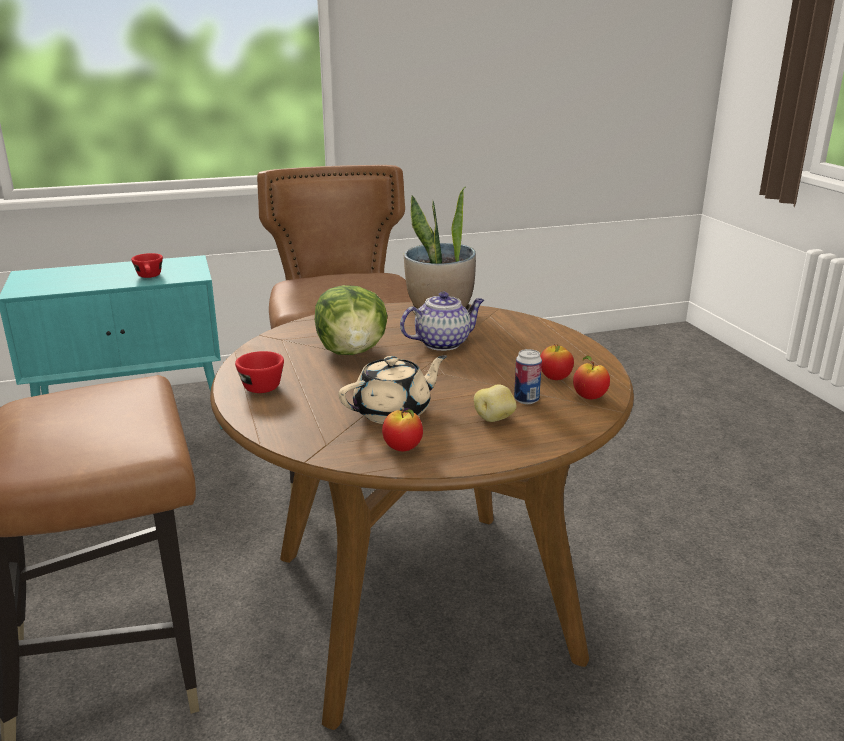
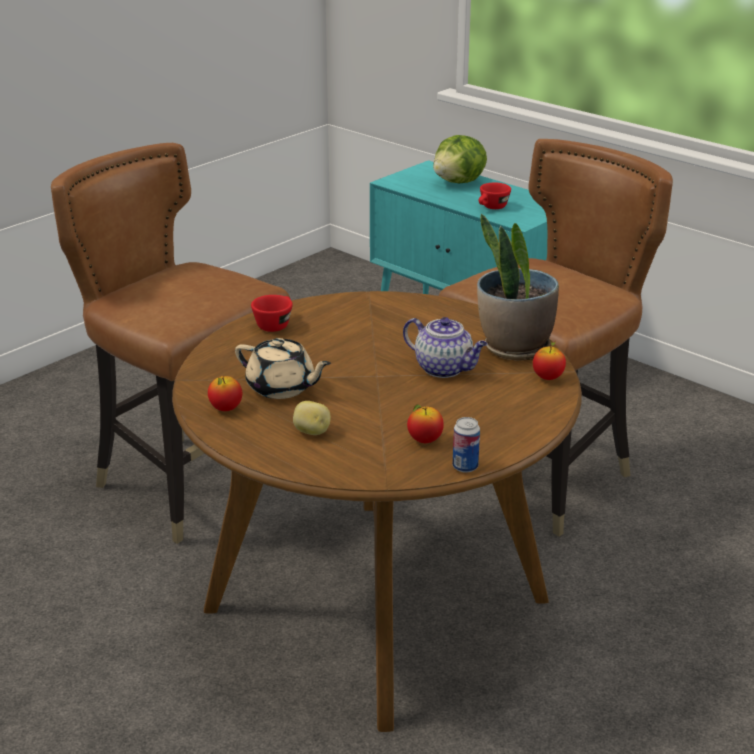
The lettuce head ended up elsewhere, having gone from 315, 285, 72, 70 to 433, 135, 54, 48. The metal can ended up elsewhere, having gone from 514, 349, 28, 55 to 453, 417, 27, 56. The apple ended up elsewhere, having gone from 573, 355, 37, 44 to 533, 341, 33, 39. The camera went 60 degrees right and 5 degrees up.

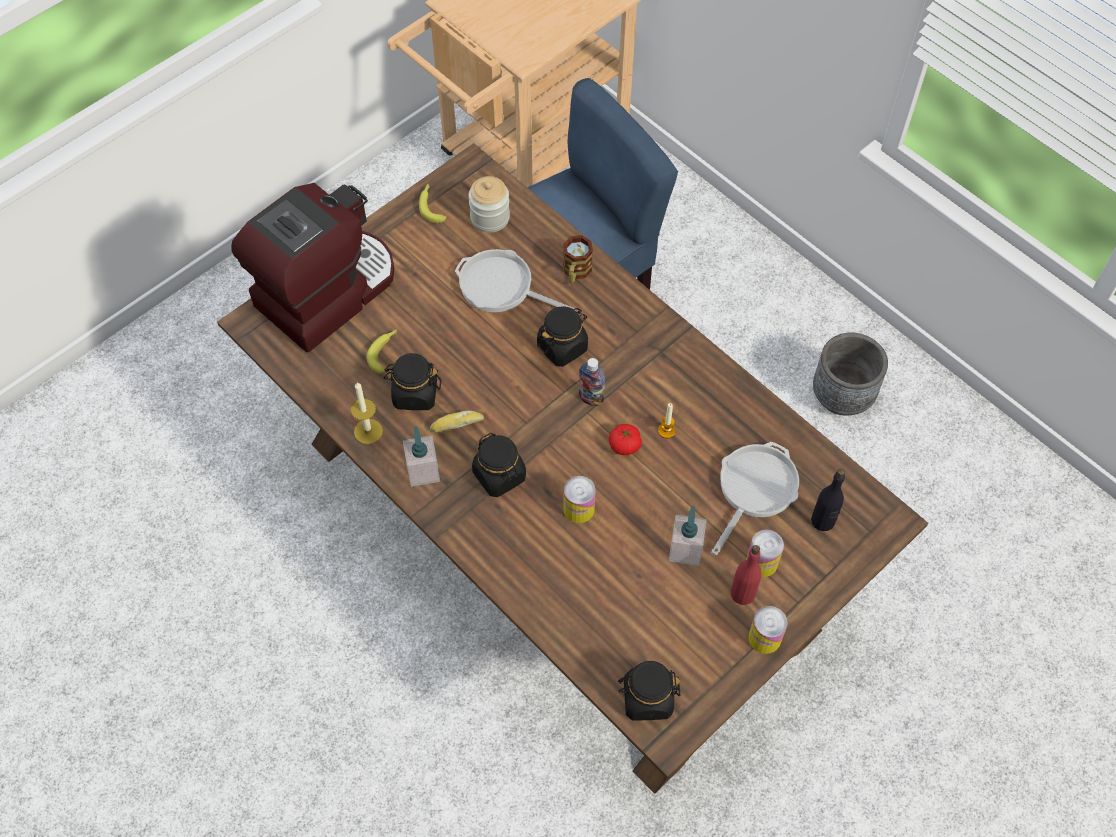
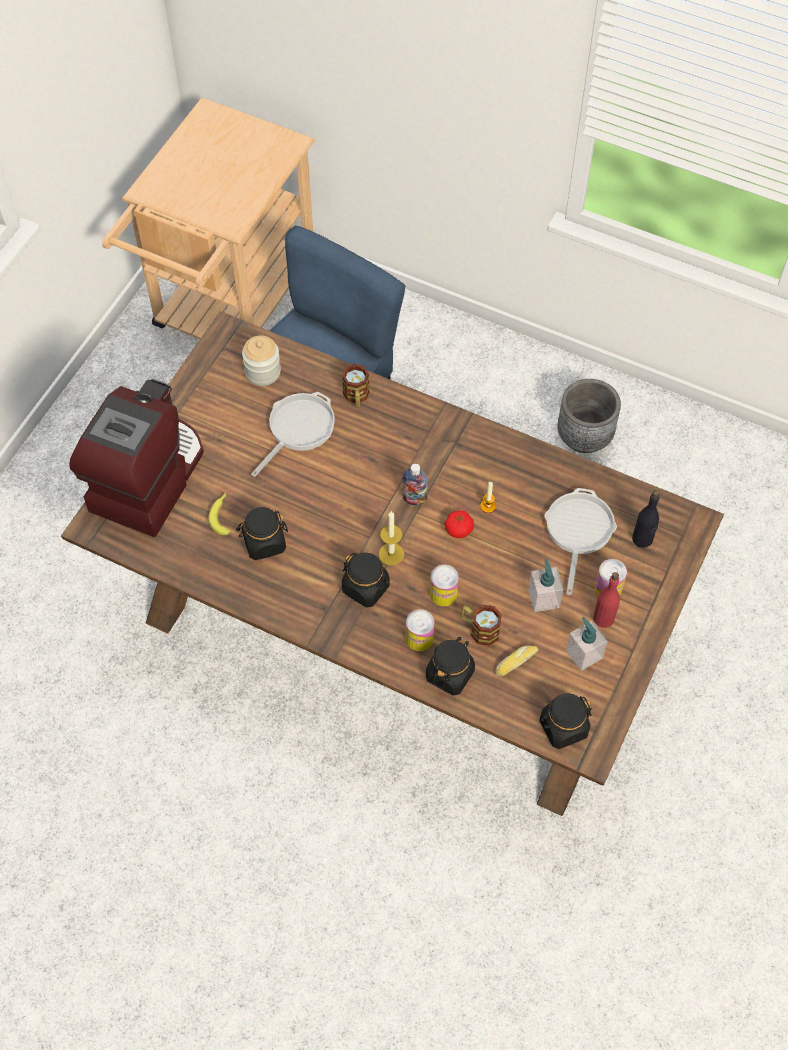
The frying pan at 455, 249, 121, 63 ended up facing another way, 120 degrees clockwise from before. The wax candle ended up elsewhere, having gone from 351, 382, 32, 62 to 379, 511, 25, 55. The metal can ended up elsewhere, having gone from 748, 606, 40, 48 to 406, 609, 28, 42. The black-coloured preserve jar ended up elsewhere, having gone from 537, 306, 51, 61 to 426, 637, 49, 59. The second view gained the mug at 461, 605, 41, 41. The bakery bread ended up elsewhere, having gone from 430, 411, 54, 22 to 495, 645, 43, 32. The soap dispenser ended up elsewhere, having gone from 403, 426, 37, 61 to 566, 617, 42, 54. The second view lost the banana fruit at 419, 184, 27, 39. The camera went 20 degrees left and 0 degrees up.

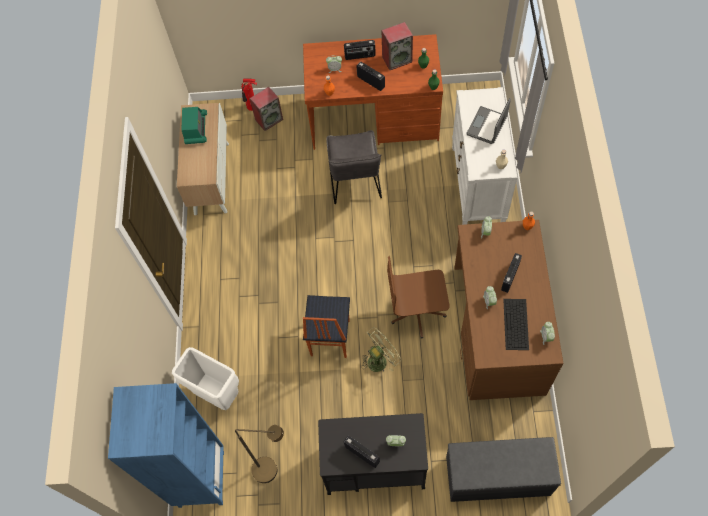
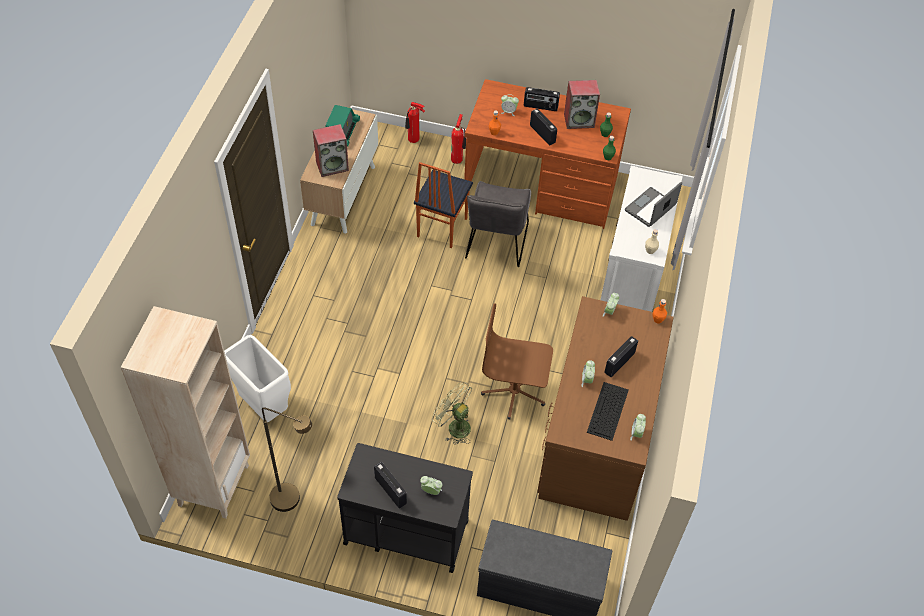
What was the blue-coloured bookcase at 108, 383, 116, 125 turned into the beige-coloured bookcase at 121, 306, 129, 213. The audio speaker ended up elsewhere, having gone from 250, 87, 33, 44 to 313, 124, 36, 53. The chair ended up elsewhere, having gone from 303, 295, 47, 63 to 414, 162, 59, 86. The green-coloured cooling fan at 361, 327, 40, 45 ended up facing another way, 120 degrees counterclockwise from before. The second view gained the extinguisher at 451, 114, 15, 50. The camera went 10 degrees right and 10 degrees down.

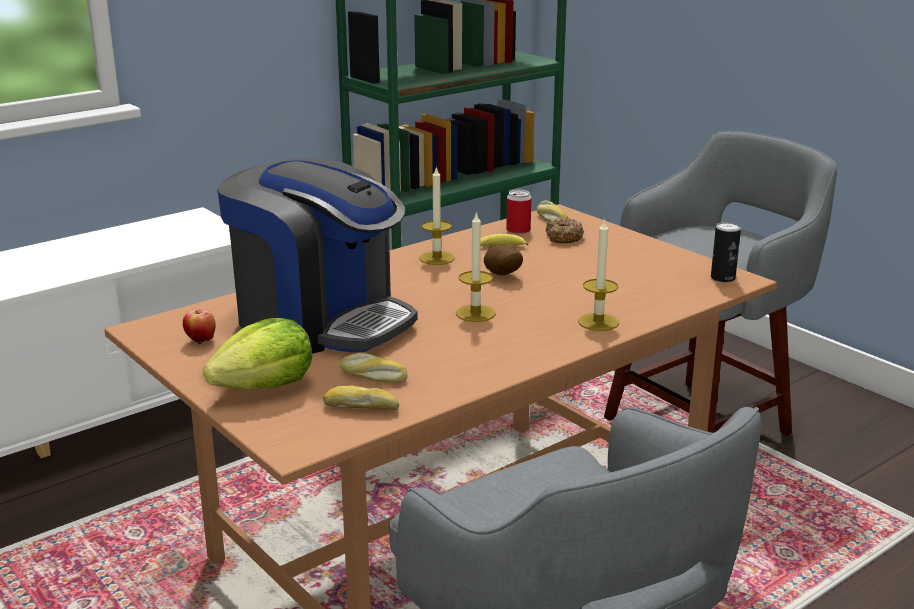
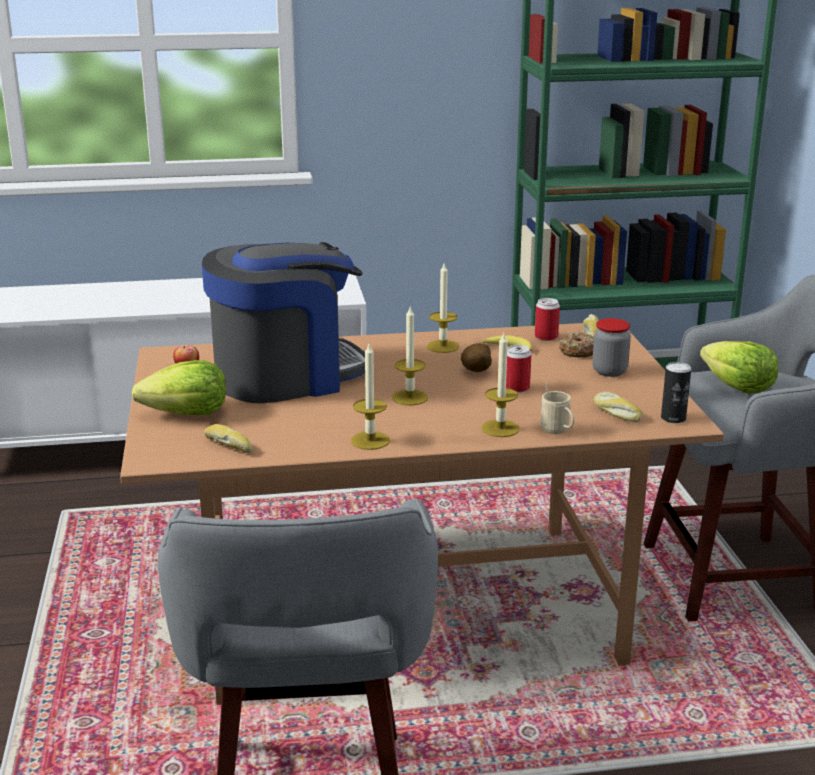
The coffee brewer at 217, 158, 201, 196 ended up facing another way, 90 degrees counterclockwise from before. The second view gained the wax candle at 351, 344, 39, 106. The second view gained the metal can at 506, 345, 25, 48. The second view gained the beige-coloured mug at 541, 382, 33, 52. The second view gained the preserve jar at 592, 318, 39, 59. The bakery bread ended up elsewhere, having gone from 340, 353, 67, 30 to 594, 392, 48, 30. The second view gained the lettuce head at 700, 341, 78, 53. The camera went 30 degrees right and 0 degrees up.

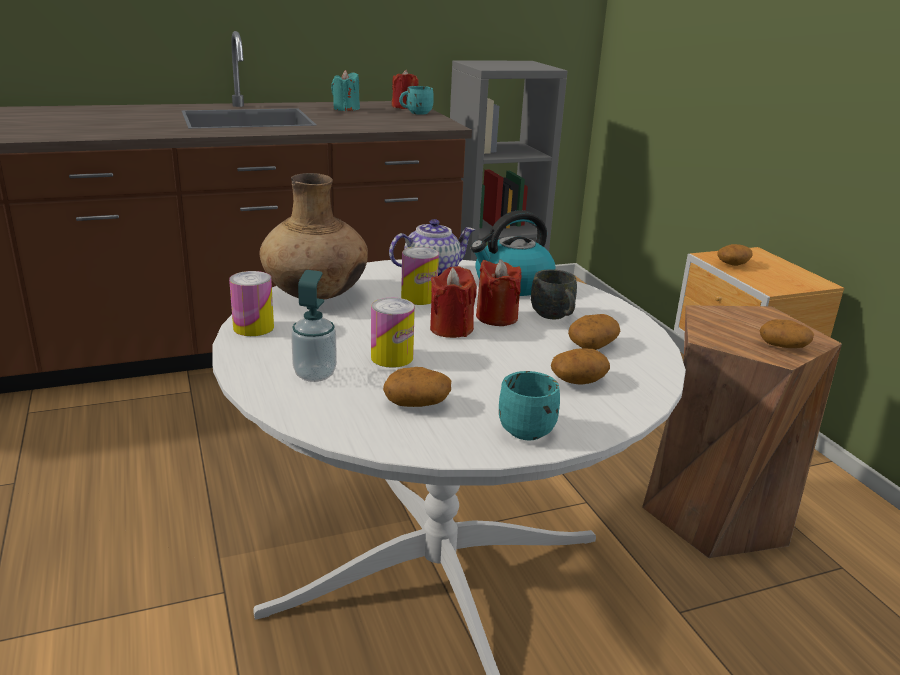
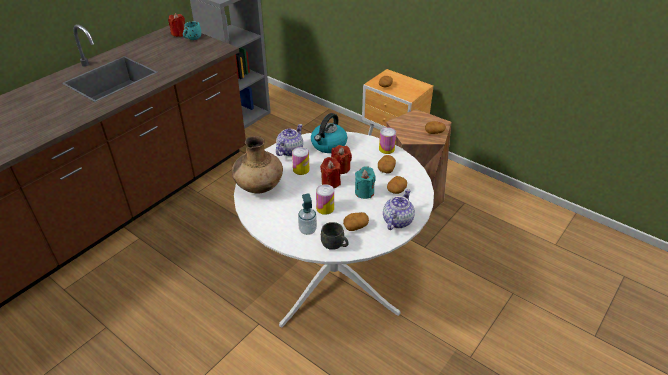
The greyish mug ended up elsewhere, having gone from 531, 269, 46, 50 to 321, 222, 28, 28. The turquoise wax candle ended up elsewhere, having gone from 331, 70, 29, 41 to 355, 166, 21, 33. The metal can ended up elsewhere, having gone from 229, 271, 45, 65 to 379, 127, 17, 27. Where the turquoise mug stood at 499, 371, 61, 69, the tea pot came to stand at 383, 189, 32, 41. The camera went 30 degrees left and 15 degrees up.

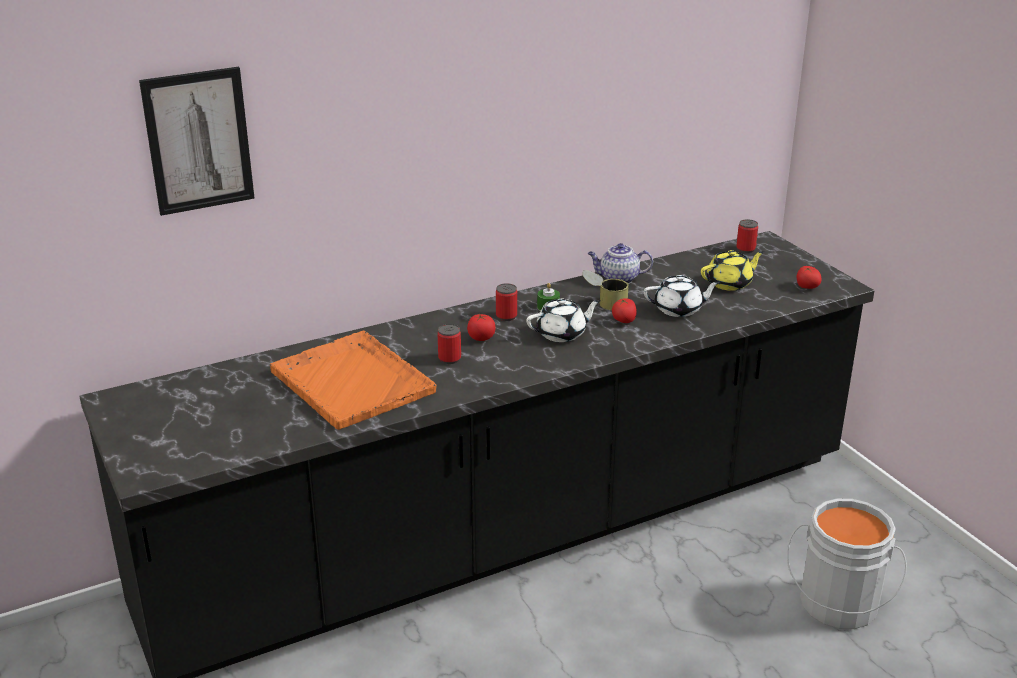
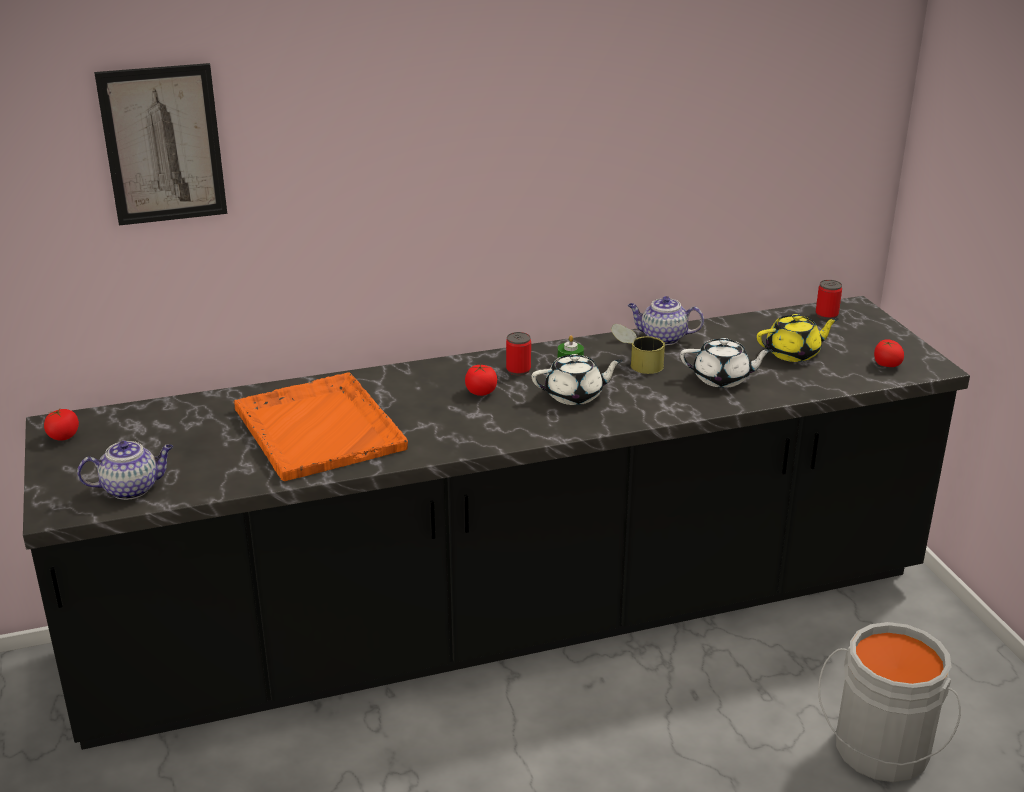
The whole tomato ended up elsewhere, having gone from 612, 298, 25, 25 to 44, 409, 35, 31. The second view gained the tea pot at 77, 441, 97, 59. The second view lost the metal can at 437, 324, 24, 40. The camera went 10 degrees right and 0 degrees up.

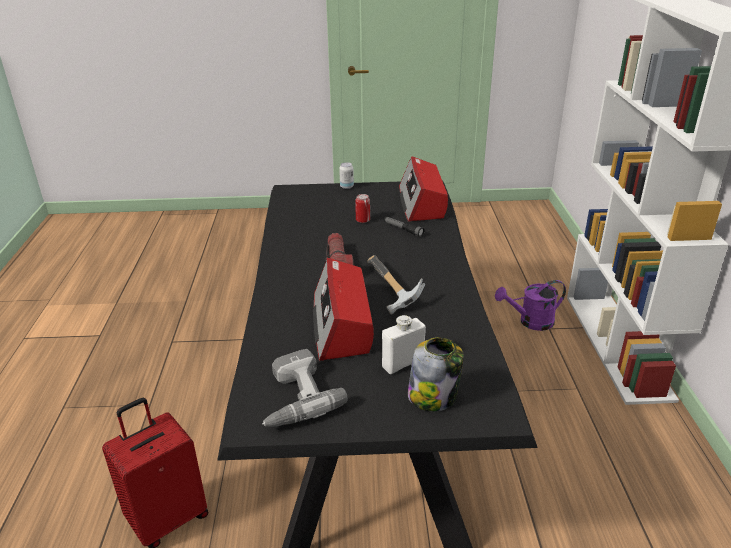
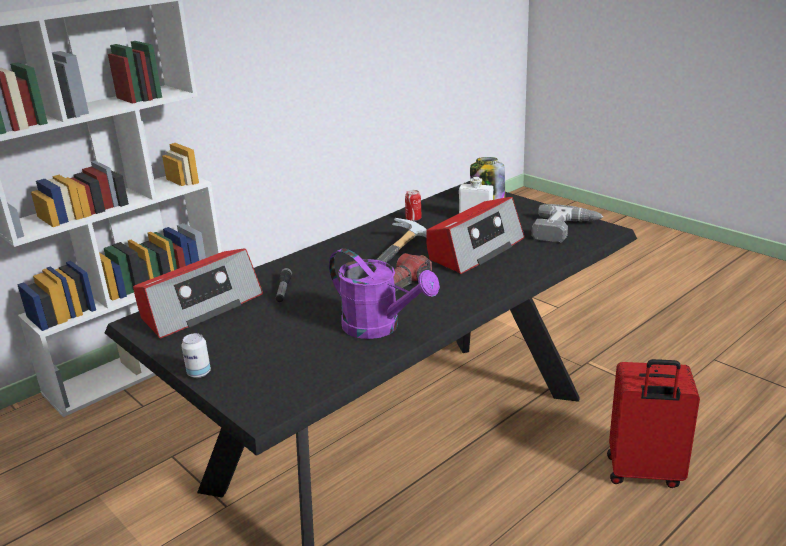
The purple-coloured watering can ended up elsewhere, having gone from 495, 280, 71, 51 to 329, 248, 111, 91. The metal can ended up elsewhere, having gone from 355, 194, 15, 29 to 405, 190, 17, 31. The camera went 130 degrees left and 5 degrees down.

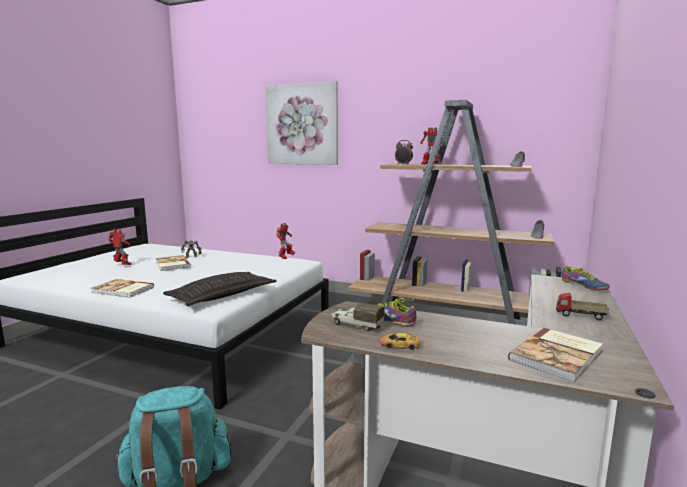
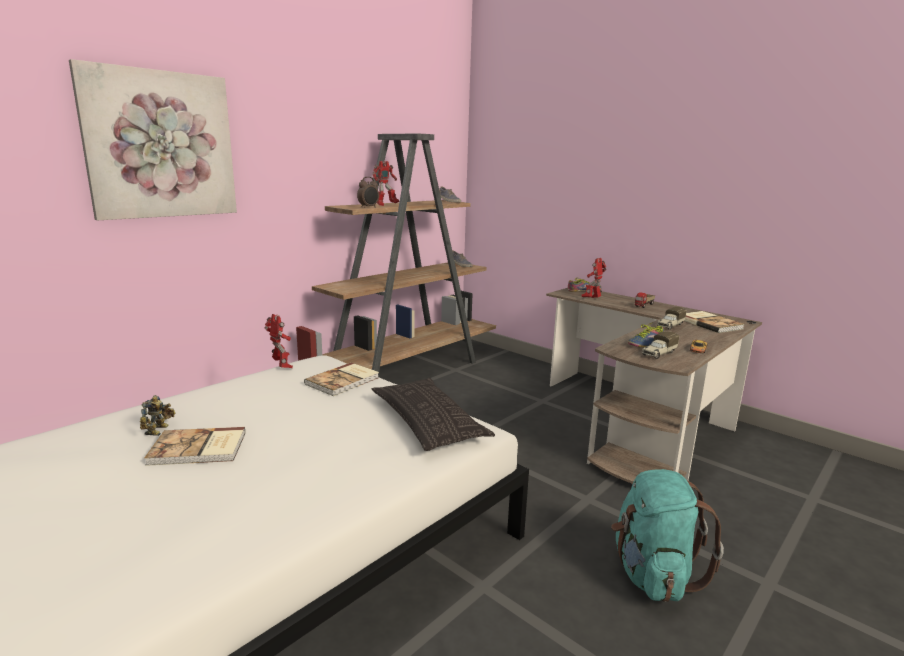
The book ended up elsewhere, having gone from 91, 279, 63, 19 to 304, 363, 75, 33. The model robot ended up elsewhere, having gone from 108, 229, 24, 36 to 581, 258, 26, 40. The second view gained the toy lorry at 656, 307, 31, 23. The camera went 70 degrees left and 5 degrees up.

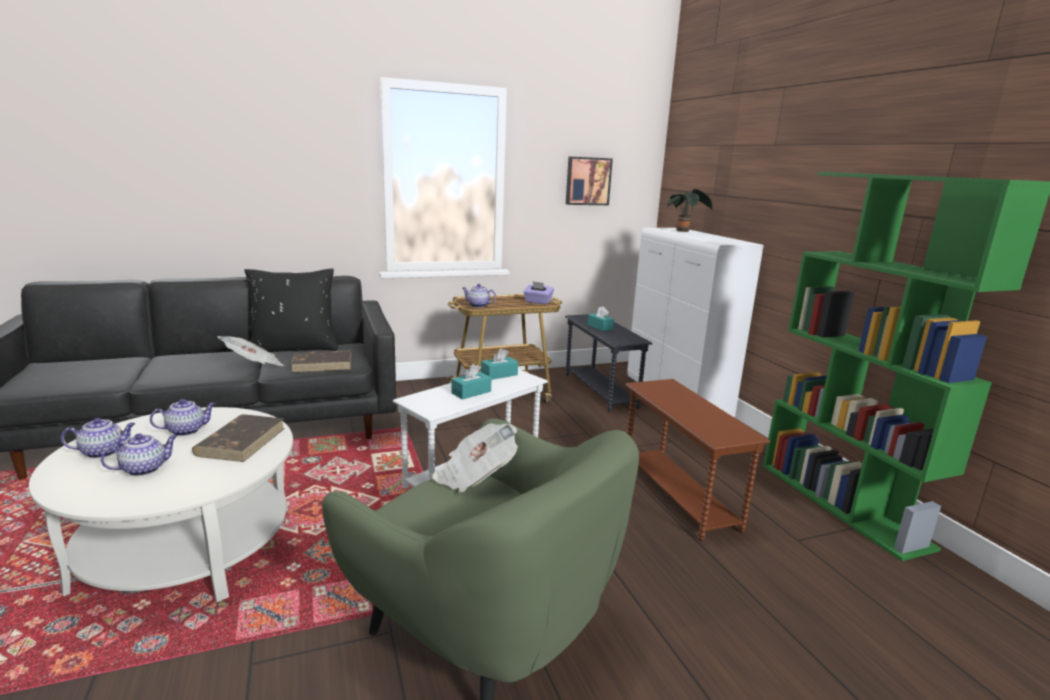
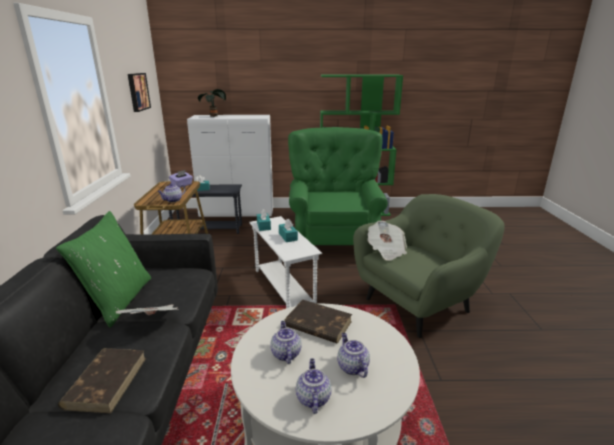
What was the black-coloured cushion at 244, 268, 95, 84 turned into the green-coloured cushion at 56, 211, 95, 117. The brown-coloured book ended up elsewhere, having gone from 291, 350, 60, 23 to 58, 348, 88, 65. Where the brown-coloured end table stood at 625, 379, 145, 162, the green-coloured easy chair came to stand at 288, 127, 100, 118. The camera went 70 degrees left and 5 degrees up.

